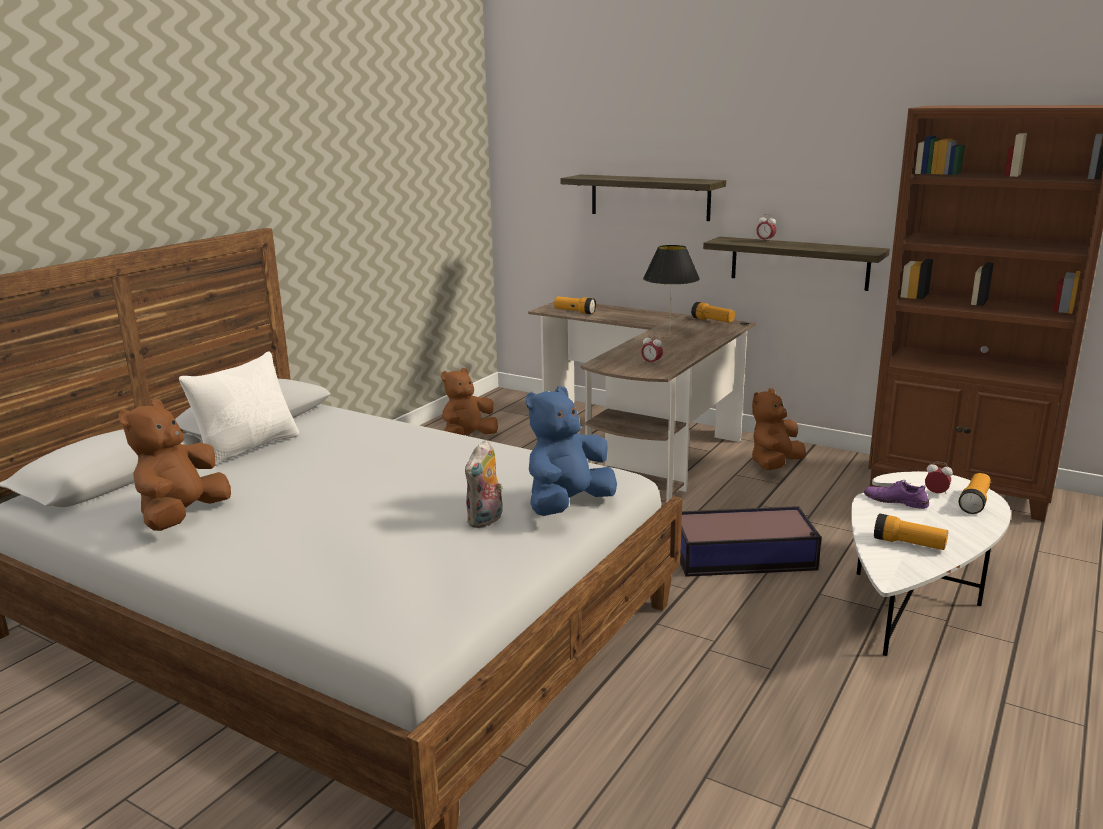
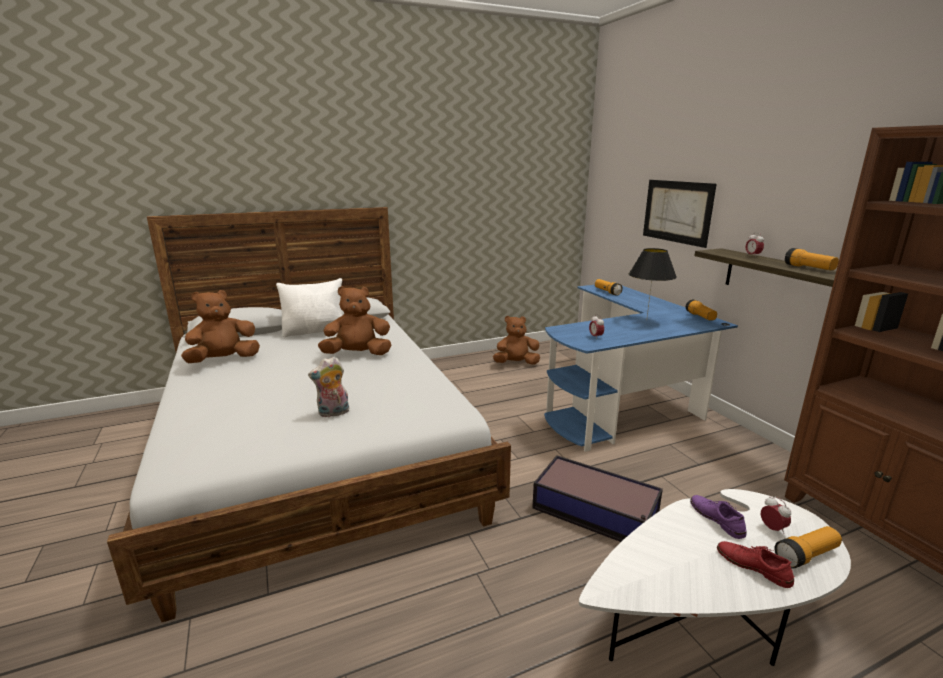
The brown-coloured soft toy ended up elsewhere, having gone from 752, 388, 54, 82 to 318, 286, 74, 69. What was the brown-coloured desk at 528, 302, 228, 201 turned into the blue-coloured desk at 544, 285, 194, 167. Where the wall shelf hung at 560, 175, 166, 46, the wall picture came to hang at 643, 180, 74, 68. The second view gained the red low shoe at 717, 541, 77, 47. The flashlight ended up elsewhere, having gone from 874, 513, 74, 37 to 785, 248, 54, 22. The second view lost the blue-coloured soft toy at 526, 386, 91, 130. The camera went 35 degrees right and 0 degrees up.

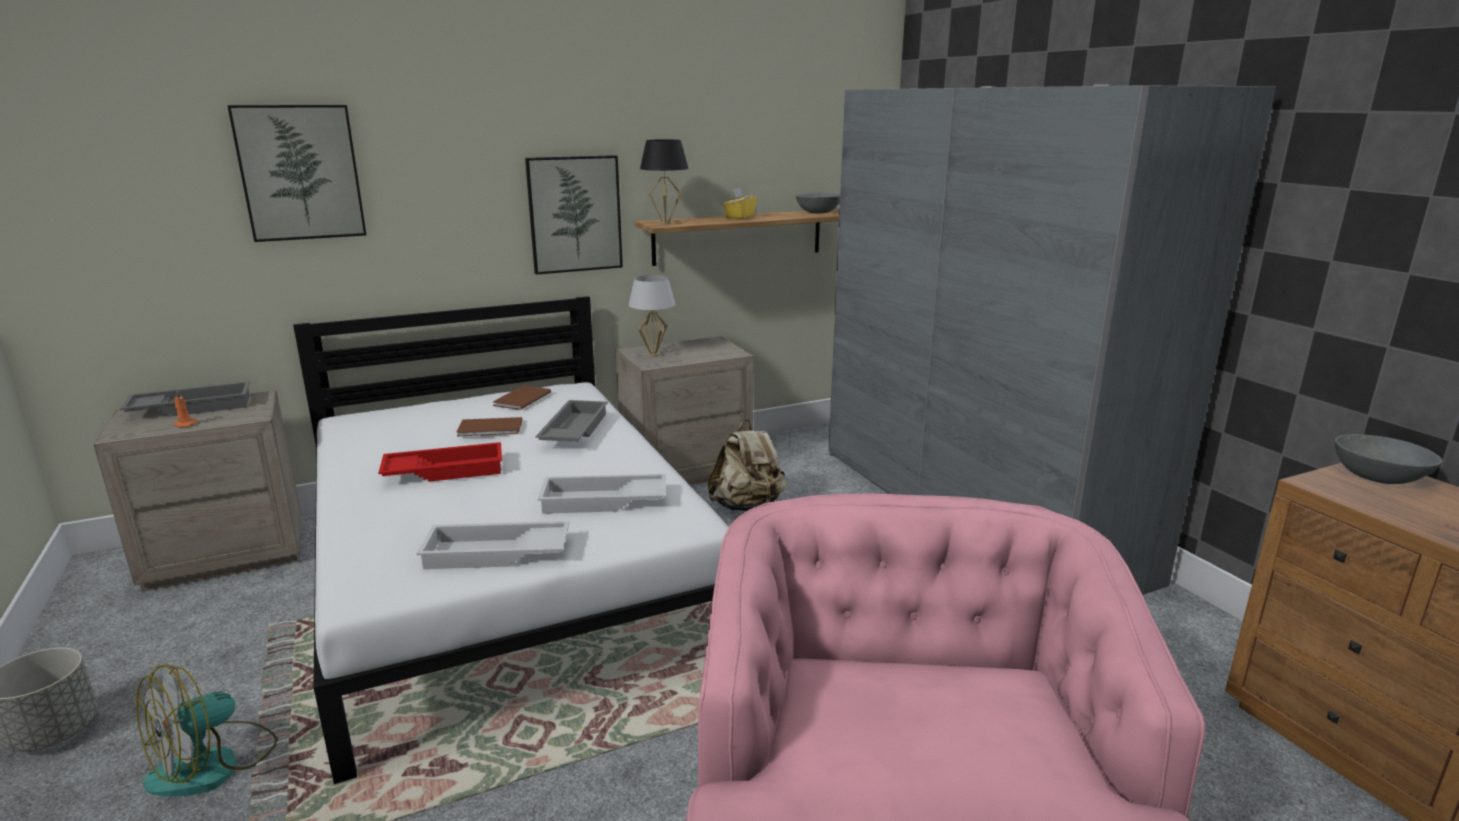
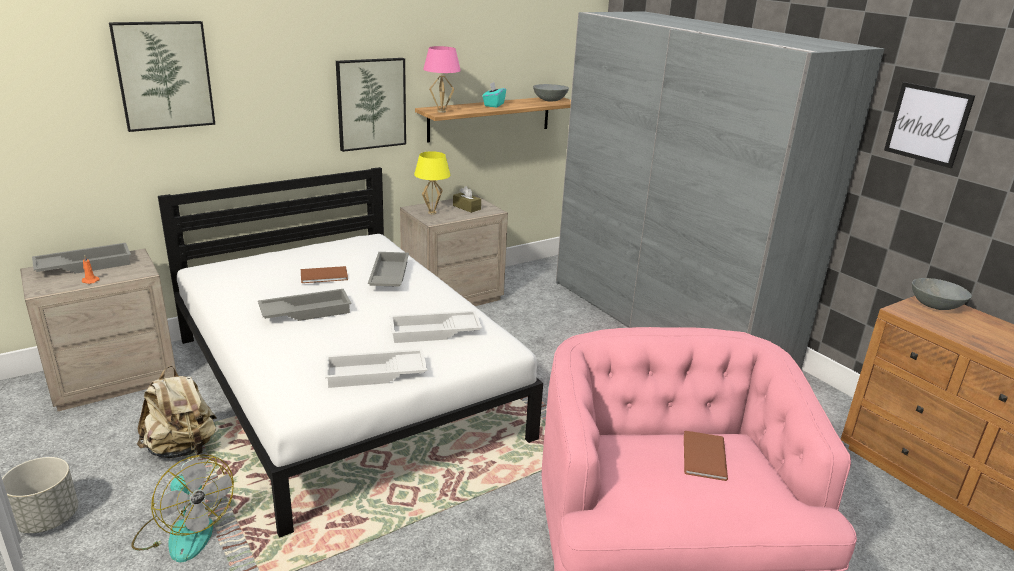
The cooling fan at 136, 664, 142, 133 ended up facing another way, 75 degrees counterclockwise from before. The beige-coloured knapsack ended up elsewhere, having gone from 708, 419, 79, 92 to 137, 366, 80, 92. What was the red carrying tray at 378, 442, 124, 40 turned into the greyish carrying tray at 258, 289, 94, 32. What was the white-coloured lamp for a table at 628, 275, 48, 82 turned into the yellow-coloured lamp for a table at 414, 151, 36, 63. What was the black-coloured lamp for a table at 640, 139, 48, 85 turned into the pink-coloured lamp for a table at 423, 46, 38, 67. The second view gained the brown-coloured box of tissues at 453, 186, 28, 27. What was the yellow-coloured box of tissues at 723, 188, 34, 31 turned into the turquoise box of tissues at 482, 82, 24, 26. The brown-coloured book ended up elsewhere, having gone from 493, 386, 58, 24 to 684, 431, 44, 50. The second view gained the wall picture at 884, 82, 91, 86. The camera went 10 degrees left and 5 degrees up.

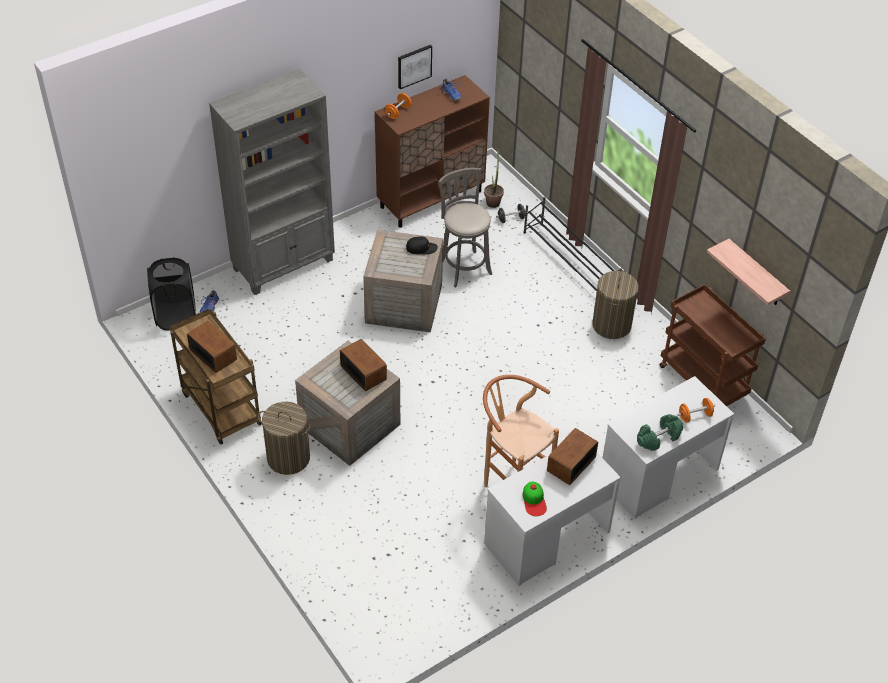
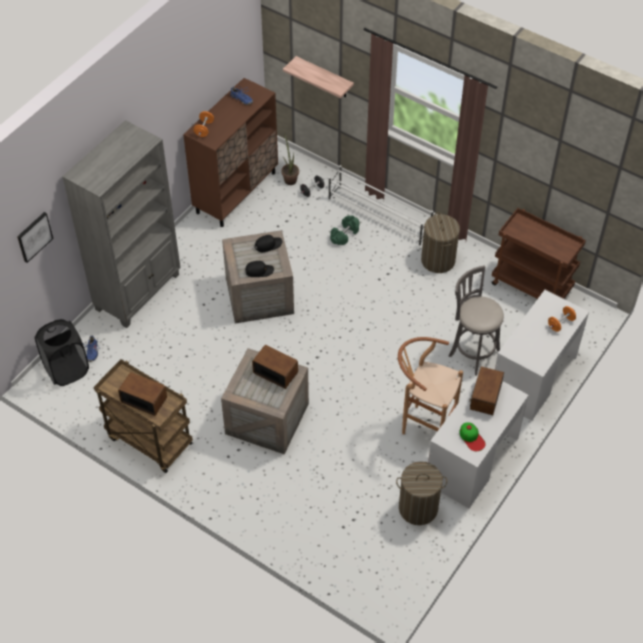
The wall picture ended up elsewhere, having gone from 398, 45, 34, 44 to 17, 212, 36, 51. The second view gained the black-coloured peaked cap at 245, 261, 29, 16. The wall shelf ended up elsewhere, having gone from 707, 239, 83, 66 to 283, 56, 71, 42. What was the black-coloured shoe shelf at 524, 197, 98, 94 turned into the white-coloured shoe shelf at 328, 165, 105, 81. The green-coloured hand weight ended up elsewhere, having gone from 637, 414, 46, 37 to 330, 215, 30, 30. The washing basket ended up elsewhere, having gone from 258, 402, 53, 73 to 396, 461, 51, 64. The greyish sitting stool ended up elsewhere, having gone from 438, 168, 54, 119 to 448, 266, 56, 110. The camera went 20 degrees left and 5 degrees up.

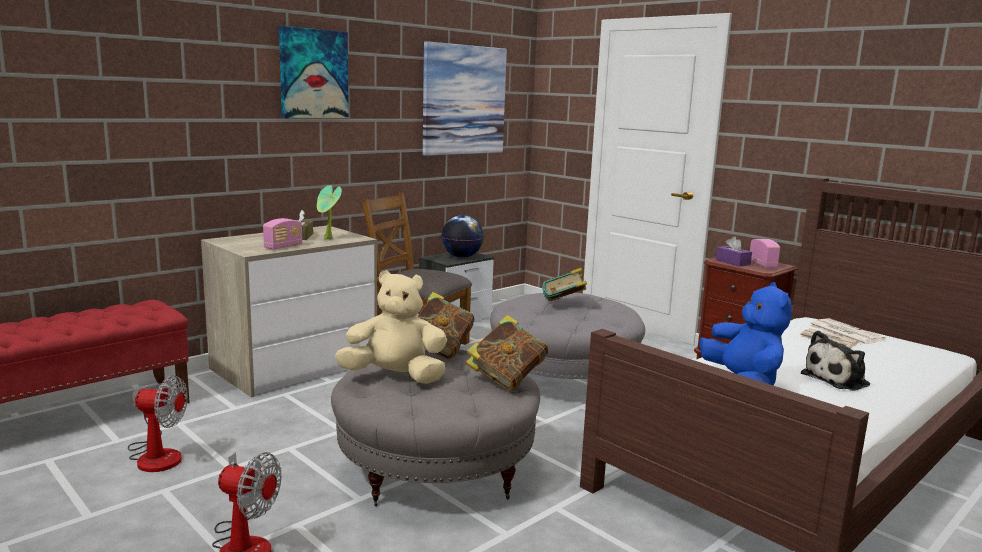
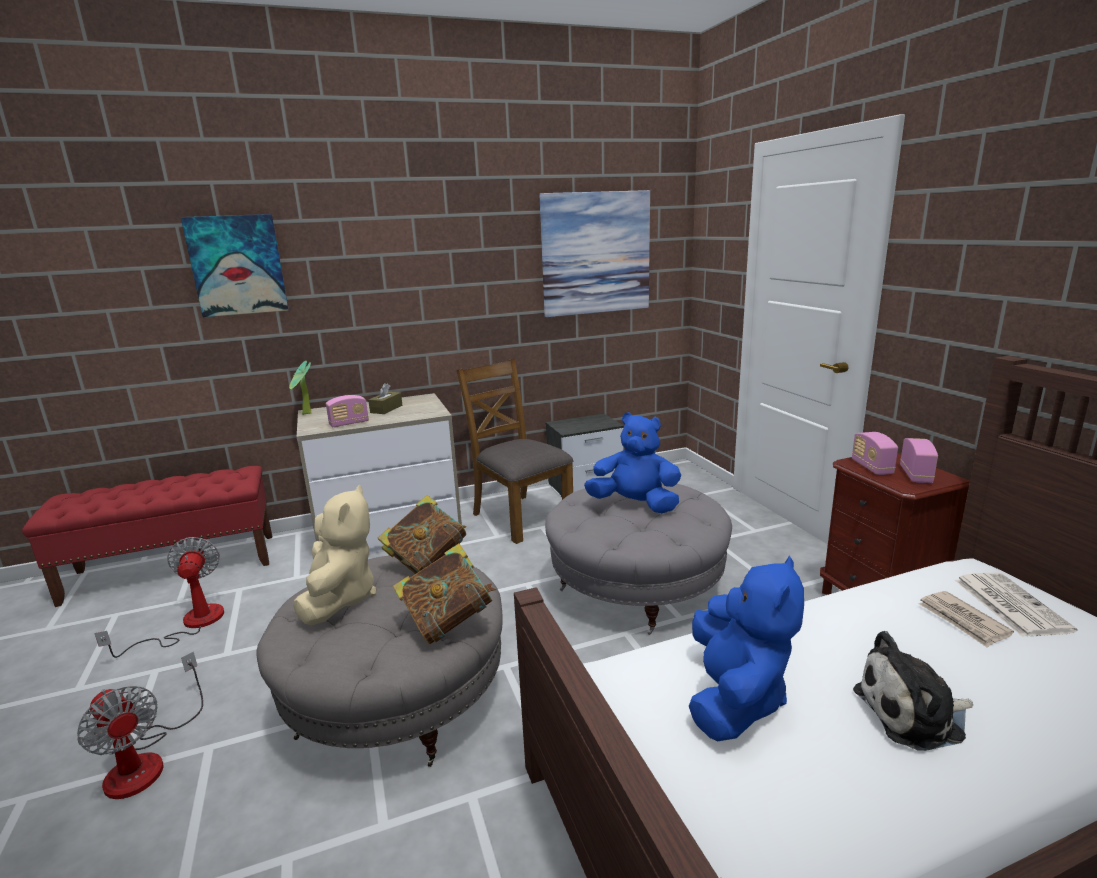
The cooling fan at 128, 375, 60, 97 ended up facing another way, 135 degrees counterclockwise from before. The wall picture ended up elsewhere, having gone from 279, 26, 70, 92 to 181, 214, 108, 103. The potted plant ended up elsewhere, having gone from 317, 185, 25, 54 to 289, 361, 23, 54. The beige-coloured soft toy at 335, 270, 112, 114 ended up facing another way, 60 degrees clockwise from before. Where the book stood at 542, 268, 45, 33, the blue-coloured soft toy came to stand at 584, 412, 97, 101. Where the purple-coloured box of tissues stood at 716, 237, 36, 29, the radio came to stand at 852, 432, 46, 43. The second view lost the world globe at 441, 215, 43, 43. The camera went 25 degrees right and 5 degrees up.

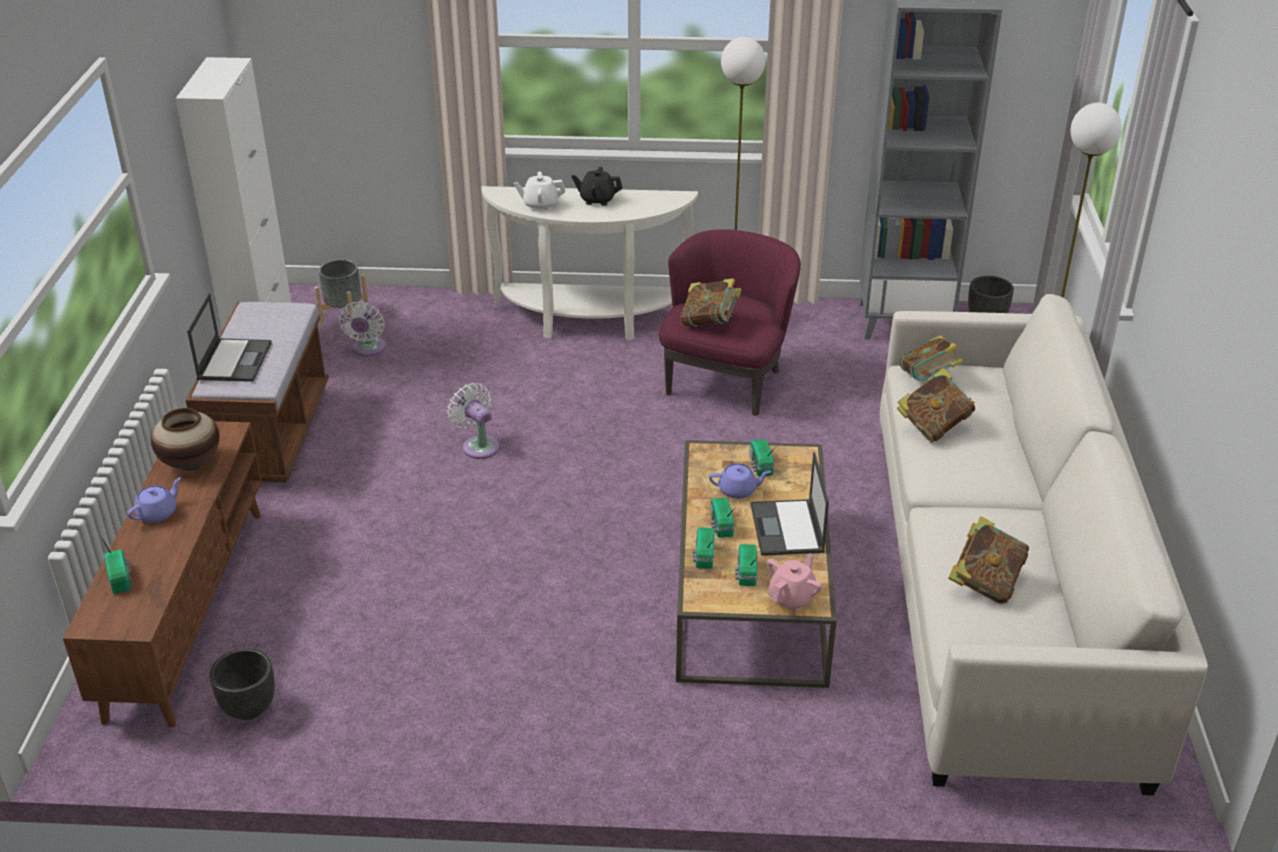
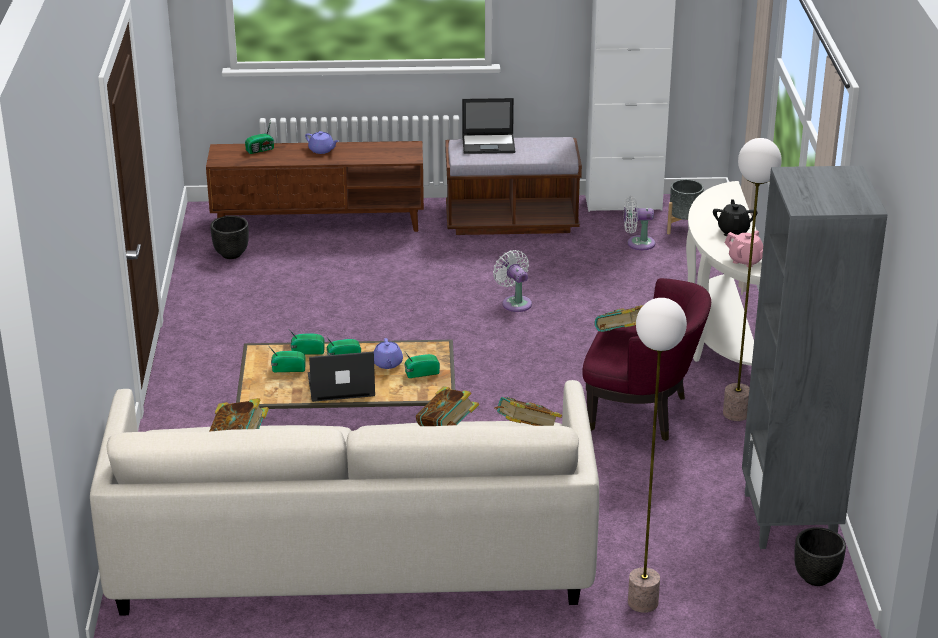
The white-coloured cooling fan at 447, 383, 52, 76 ended up facing another way, 75 degrees counterclockwise from before. The pink-coloured tea pot ended up elsewhere, having gone from 767, 554, 55, 57 to 725, 230, 38, 37. The second view lost the flower vase at 151, 408, 68, 62. The second view lost the white-coloured tea pot at 514, 171, 51, 40. The camera went 85 degrees right and 5 degrees down.

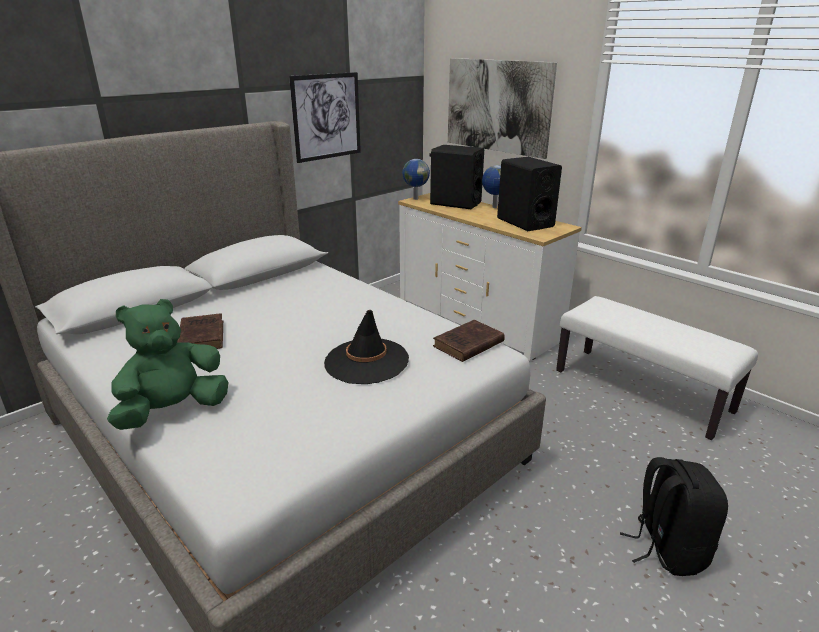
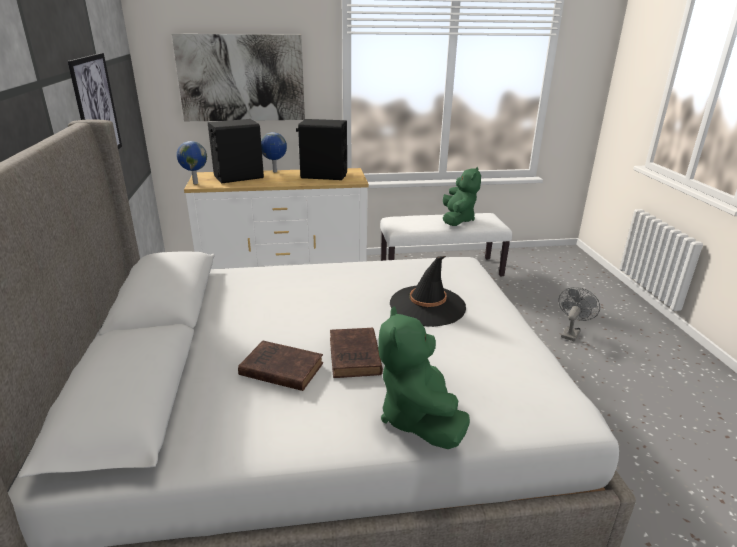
The brown-coloured book ended up elsewhere, having gone from 433, 320, 72, 42 to 330, 328, 53, 50. The second view gained the green-coloured soft toy at 443, 167, 38, 59. Where the black-coloured knapsack stood at 620, 457, 108, 119, the greyish cooling fan came to stand at 559, 287, 41, 55. The camera went 55 degrees left and 0 degrees up.

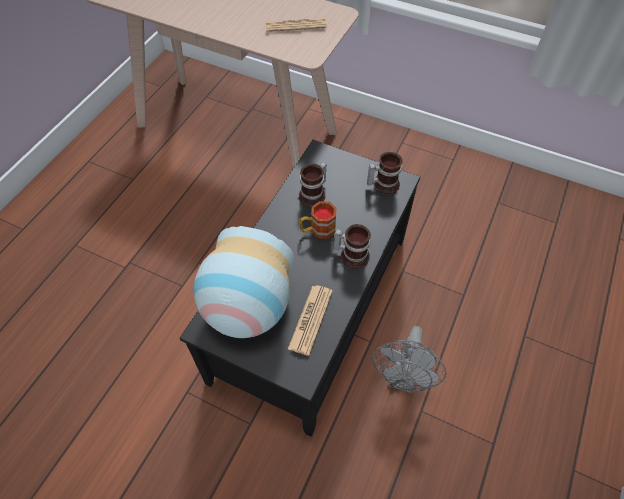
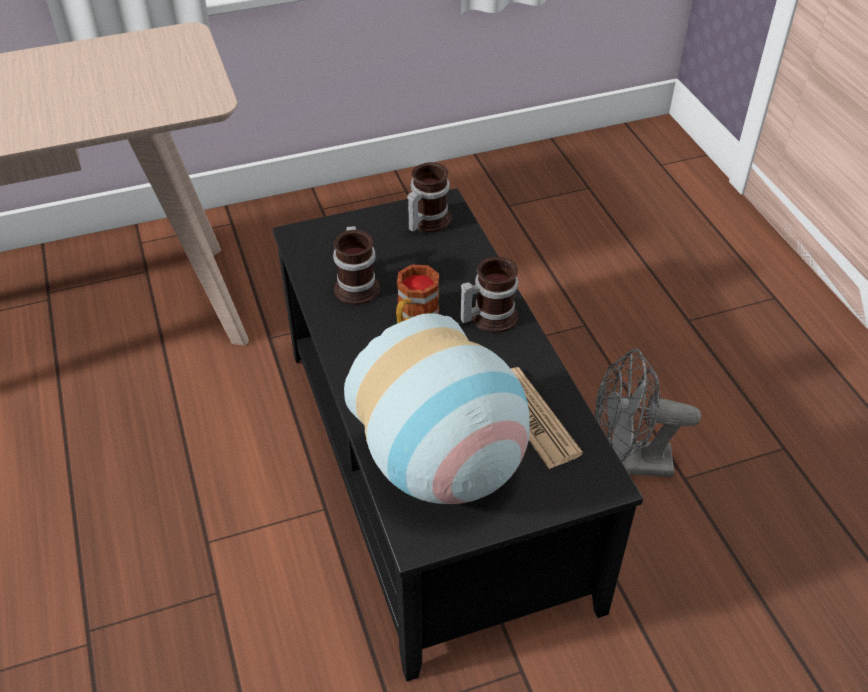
The greyish cooling fan at 372, 326, 74, 67 ended up facing another way, 120 degrees clockwise from before. The second view lost the daily paper at 265, 18, 62, 14. The camera went 45 degrees left and 10 degrees down.

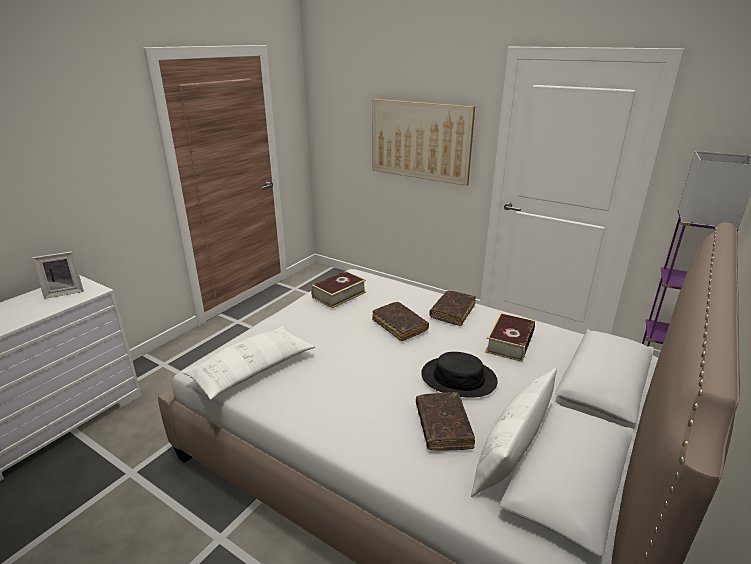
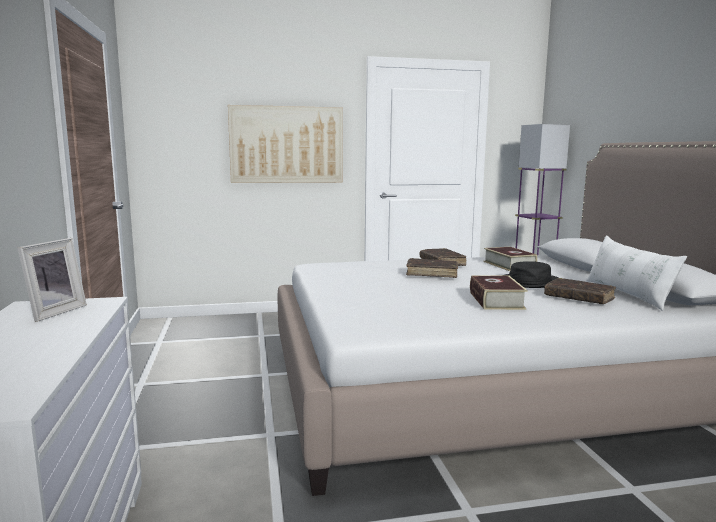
The book ended up elsewhere, having gone from 311, 271, 55, 37 to 470, 275, 58, 35. The second view lost the white-coloured cushion at 182, 326, 133, 74. The camera went 45 degrees left and 15 degrees down.

